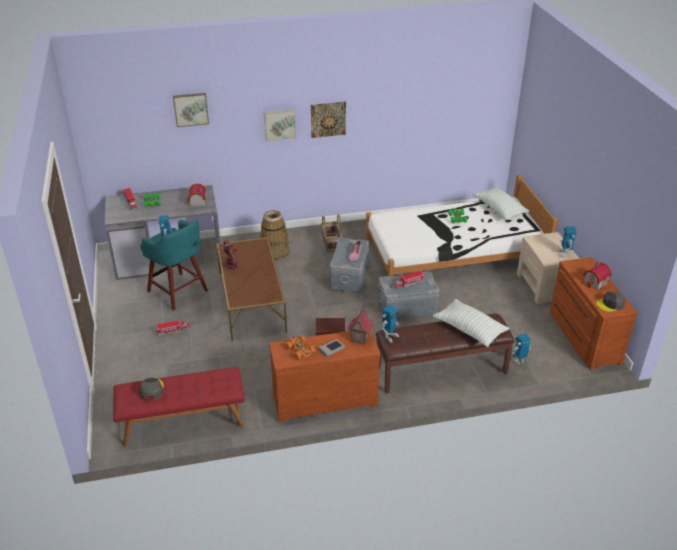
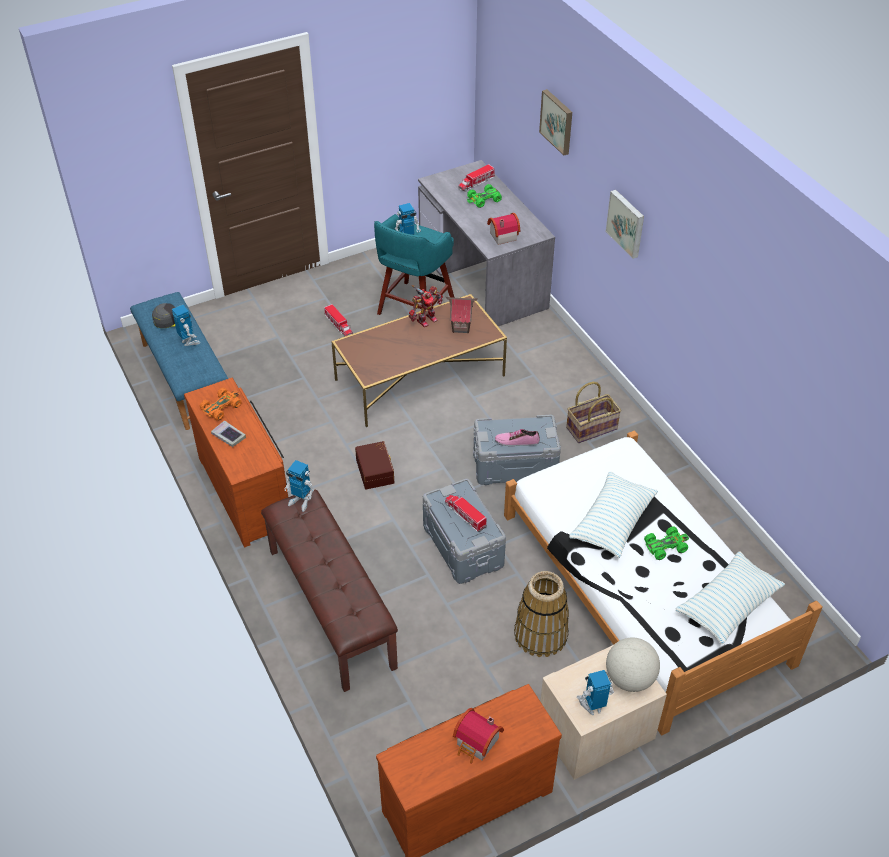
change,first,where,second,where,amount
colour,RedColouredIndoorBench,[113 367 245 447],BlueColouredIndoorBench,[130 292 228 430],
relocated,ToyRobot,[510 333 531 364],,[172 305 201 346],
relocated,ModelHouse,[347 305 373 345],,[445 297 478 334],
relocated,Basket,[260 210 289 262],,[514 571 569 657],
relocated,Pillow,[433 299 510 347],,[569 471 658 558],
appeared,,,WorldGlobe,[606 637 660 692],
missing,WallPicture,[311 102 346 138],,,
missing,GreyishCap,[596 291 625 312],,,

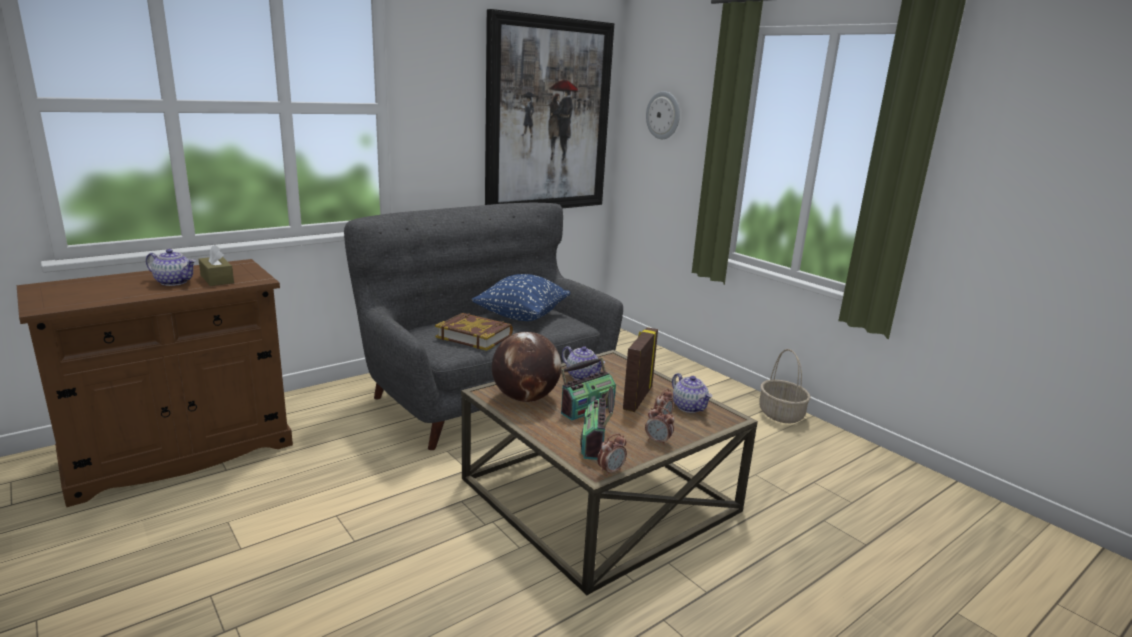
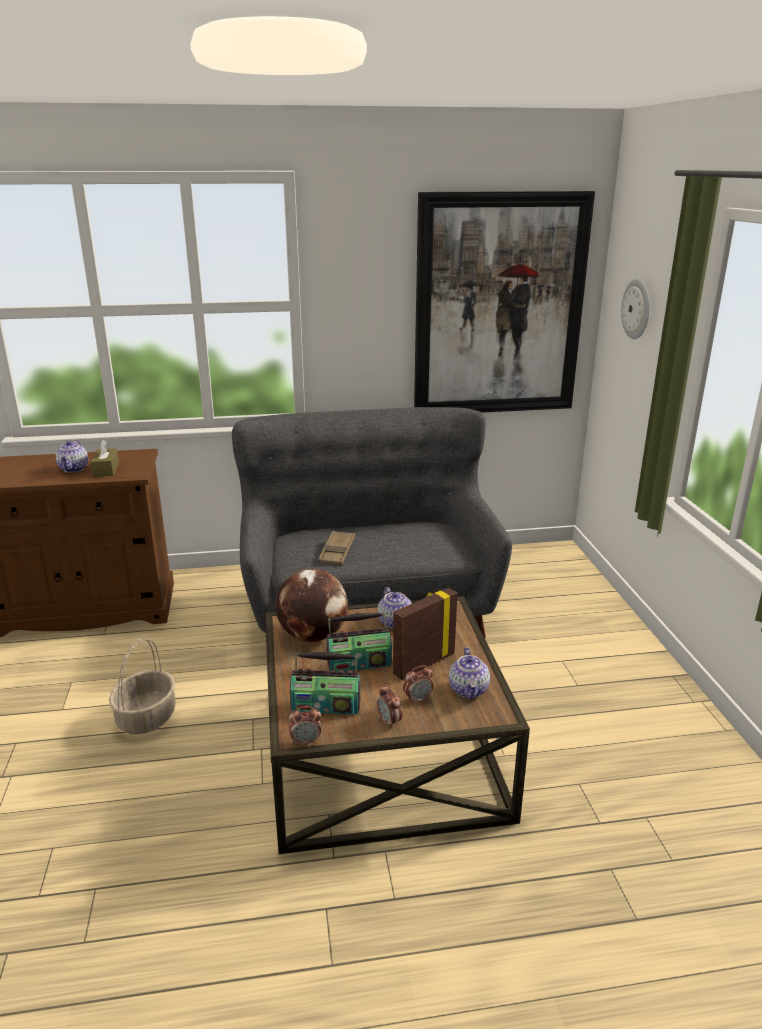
change,first,where,second,where,amount
spun,TeaPot,[146 249 196 286],,[56 440 88 473],45 degrees clockwise
relocated,Basket,[759 349 811 423],,[109 638 176 734],
spun,RadioSet,[580 386 615 460],,[290 652 361 714],120 degrees counterclockwise
exchanged,Volume,[435 313 513 351],BrownishTray,[318 531 355 565],
missing,BlueColouredPillow,[471 274 570 321],,,

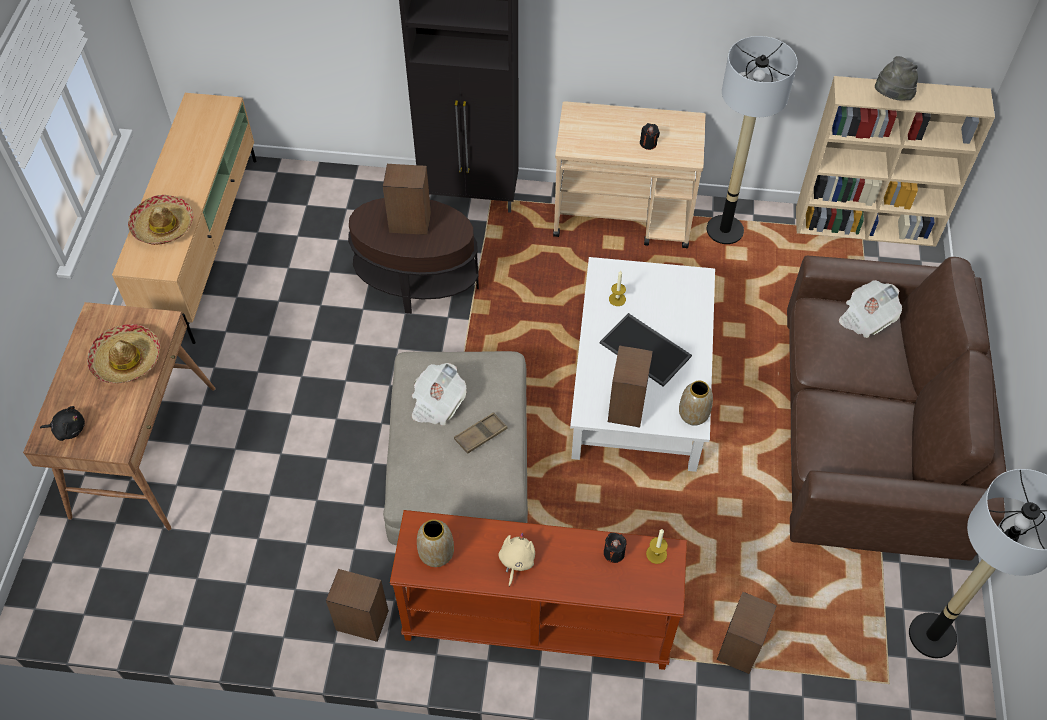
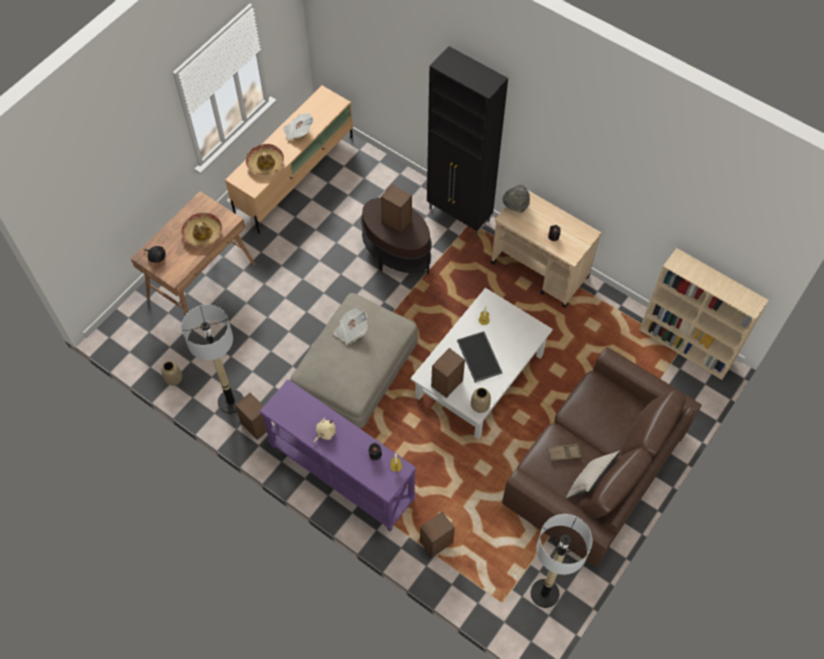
change,first,where,second,where,amount
relocated,FlowerVase,[417 519 454 567],,[161 362 182 386],
relocated,StandingLamp,[707 36 798 244],,[181 305 244 414],
colour,BrownishNarrowTable,[390 510 687 670],PurplishNarrowTable,[259 379 416 531],
relocated,PrintedPaper,[839 280 902 338],,[283 113 314 140],
relocated,GreyishClothingHat,[875 56 918 100],,[503 184 530 213],
relocated,BrownishTray,[454 412 508 454],,[547 444 582 461],
appeared,,,BeigePillow,[566 451 620 498],

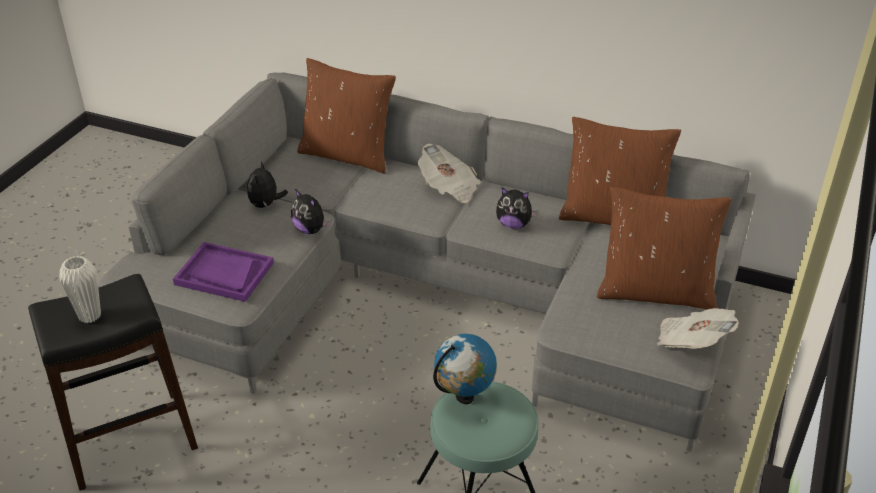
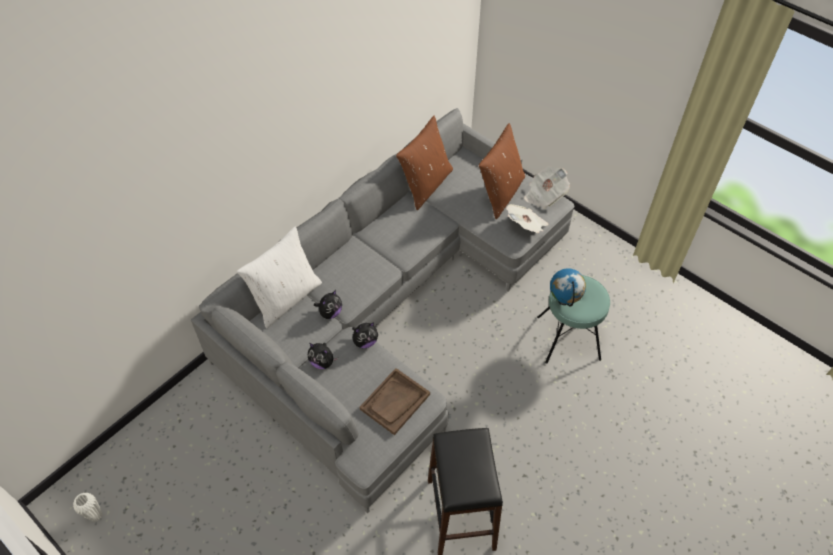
change,first,where,second,where,amount
relocated,WhiteColouredFlowerVase,[59 256 101 323],,[73 493 102 522],
colour,BrownishPillow,[297 58 396 173],WhiteColouredPillow,[237 227 322 328],
relocated,SoftToy,[496 187 537 229],,[314 290 342 319],
colour,PurplishTray,[173 242 274 302],BrownishTray,[360 368 430 435],
relocated,PrintedPaper,[418 143 481 203],,[506 204 549 233],

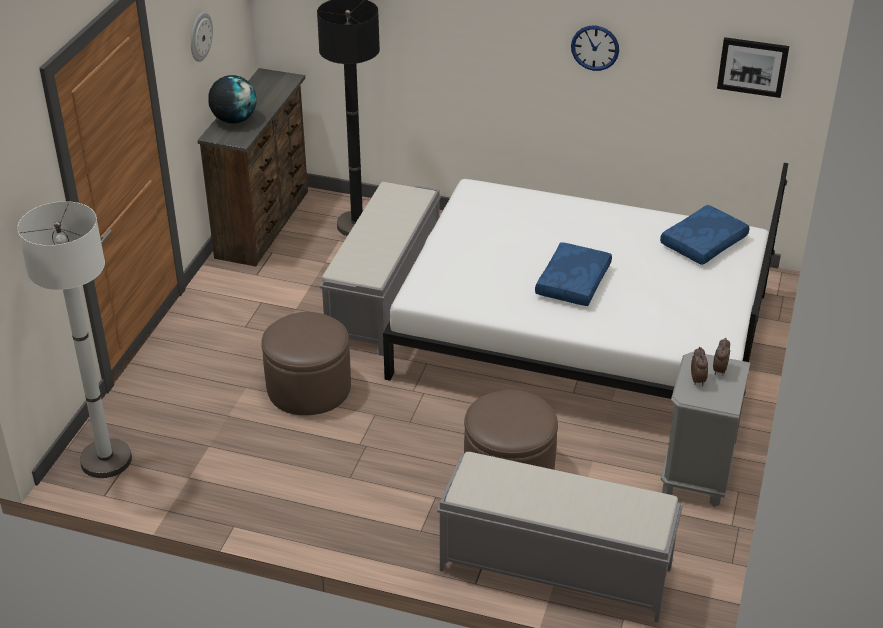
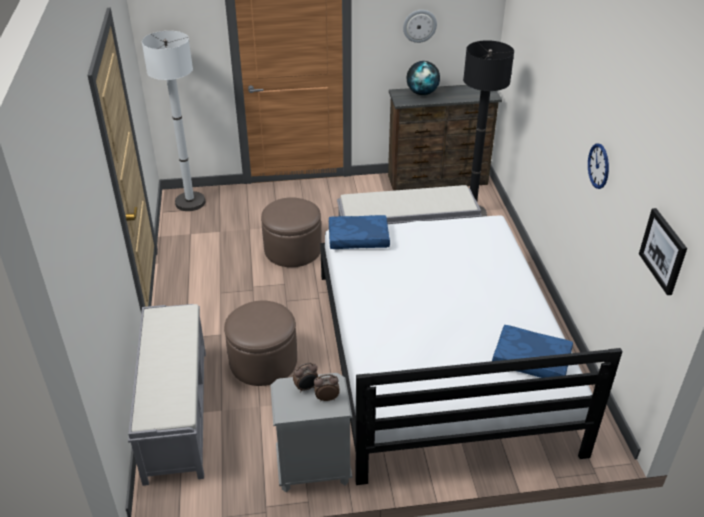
change,first,where,second,where,amount
relocated,BlueColouredPillow,[535 242 612 306],,[329 215 390 249],

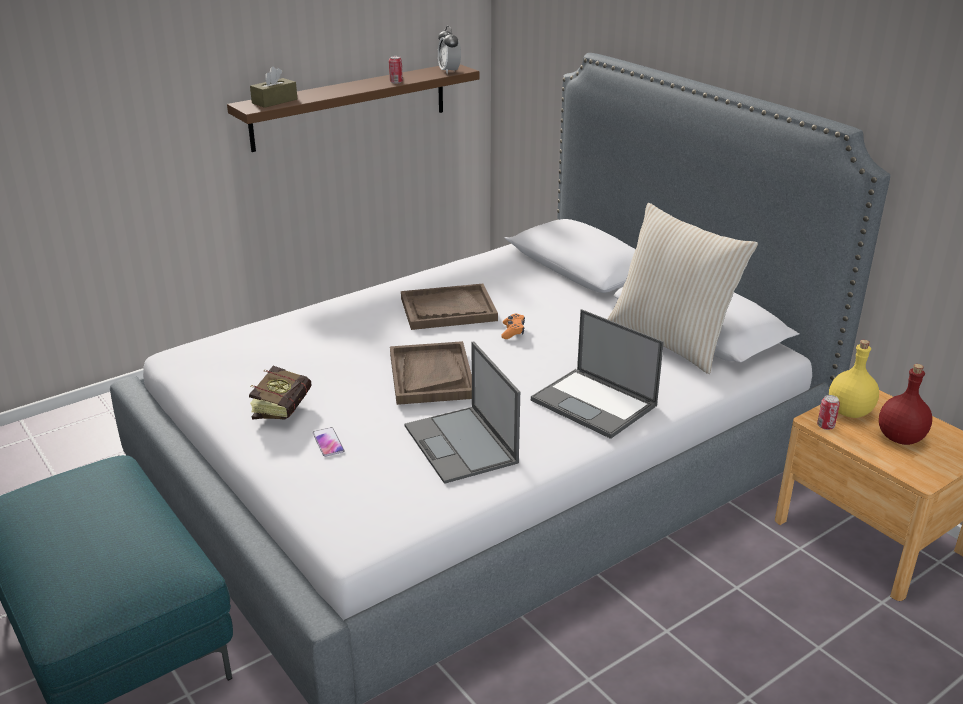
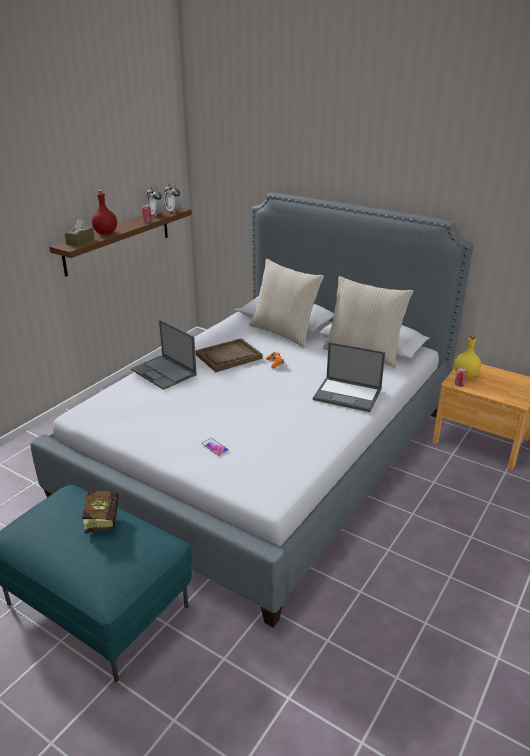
change,first,where,second,where,amount
relocated,Volume,[249 366 311 420],,[81 489 119 534],
relocated,RedColouredBeverageBottle,[879 364 932 445],,[92 190 117 235],
relocated,PortableComputer,[404 341 520 484],,[131 320 197 390],
appeared,,,AlarmClock,[147 186 164 216],
appeared,,,BeigePillow,[249 259 324 348],
missing,BrownishTray,[390 341 472 405],,,

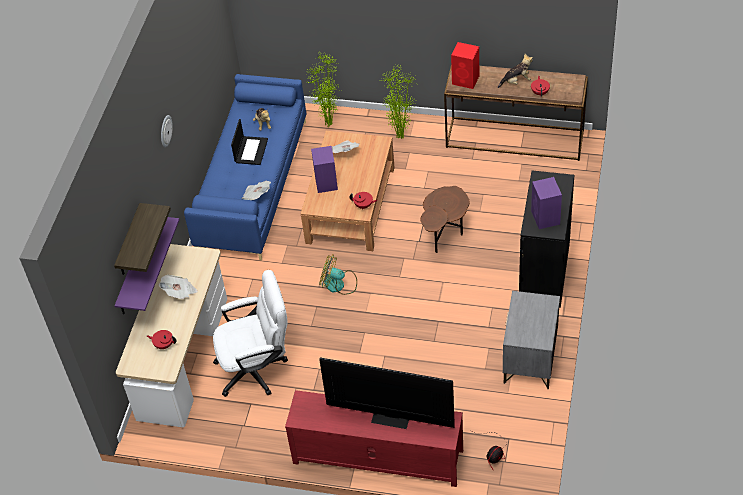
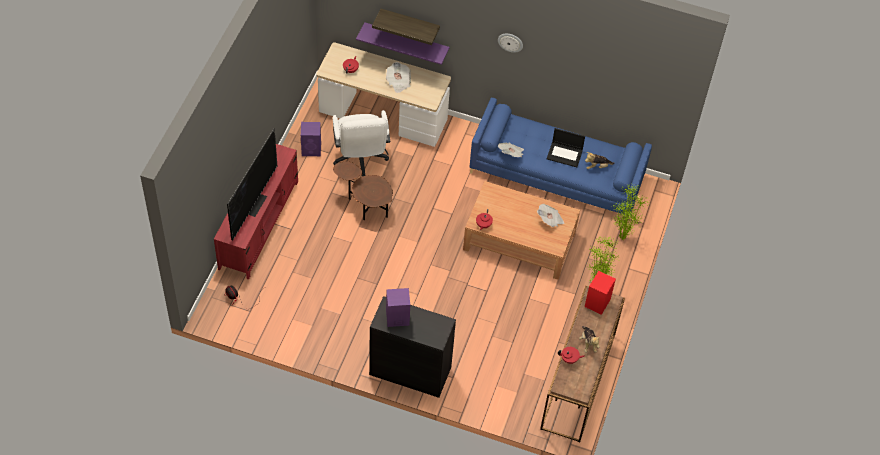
change,first,where,second,where,amount
relocated,PurplishLoudspeaker,[311 146 338 193],,[301 122 321 156],
relocated,BrownishEndTable,[420 186 470 253],,[333 161 393 220],
missing,CoolingFan,[319 255 357 295],,,
missing,GreyishBedsideTable,[503 291 560 389],,,

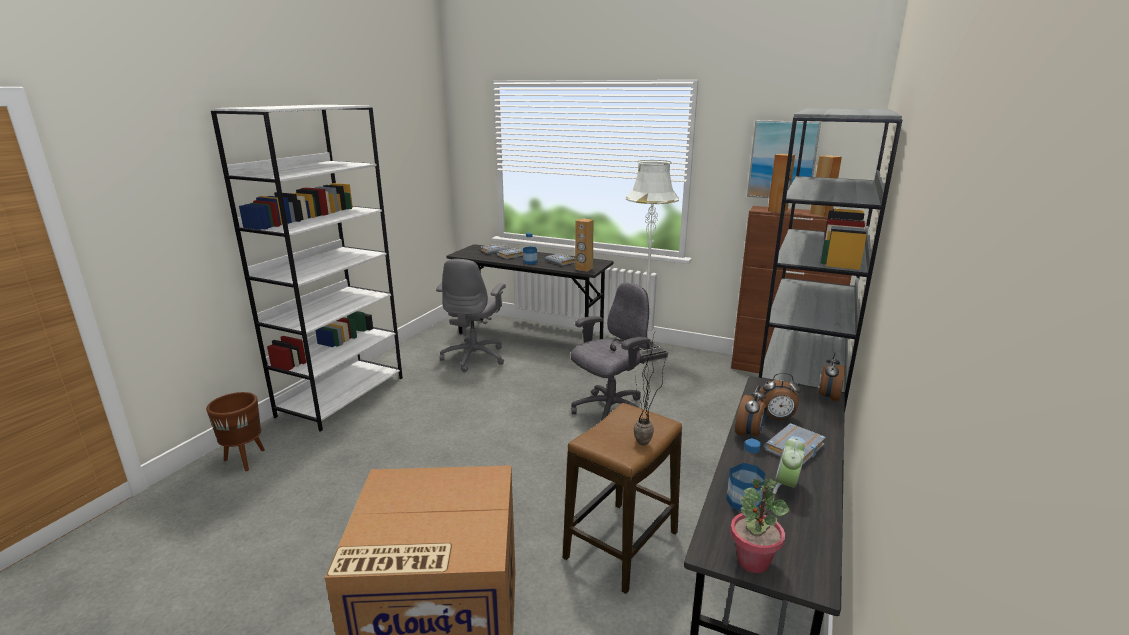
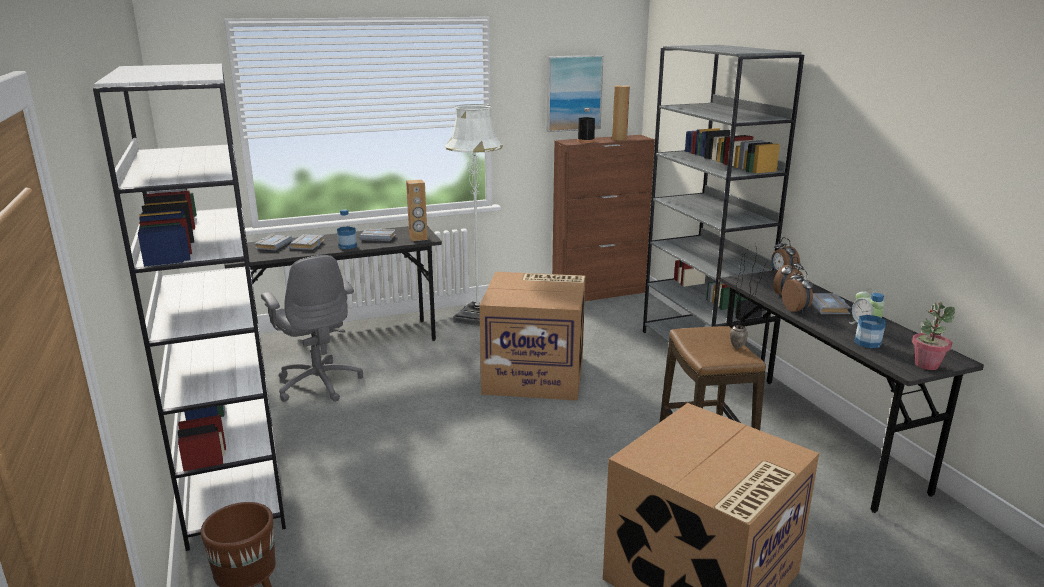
change,first,where,second,where,amount
exchanged,GreyishOfficeChair,[571 283 650 421],Carton,[479 272 585 401],
exchanged,BrownishLoudspeaker,[768 154 795 213],BlackColouredBeverageBottle,[578 108 595 143],

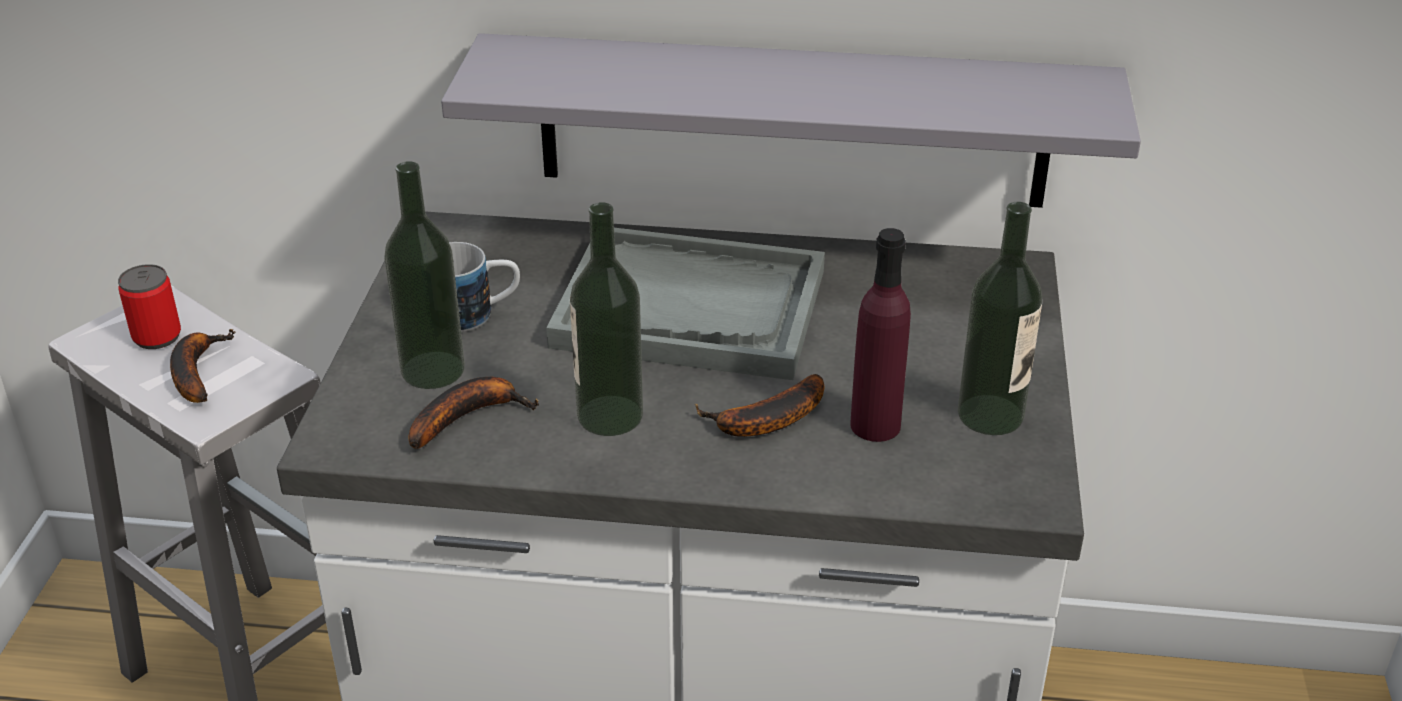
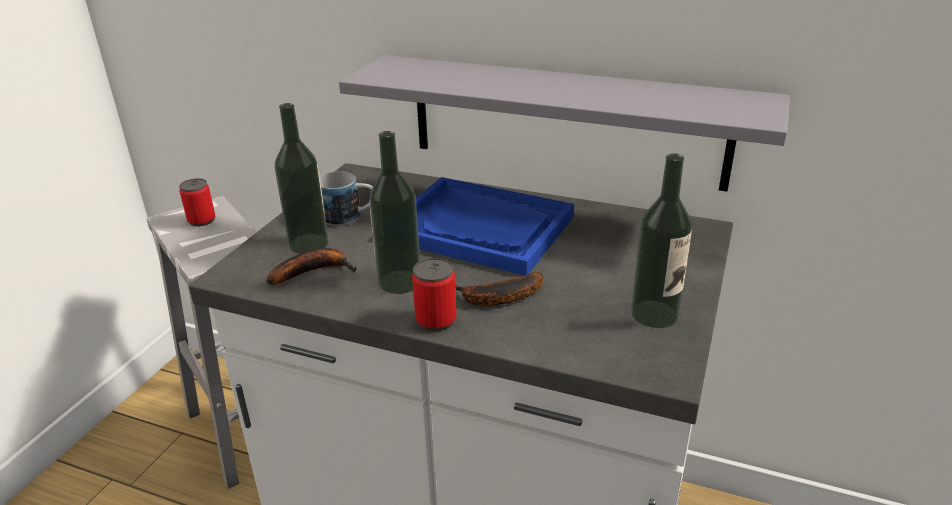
change,first,where,second,where,amount
appeared,,,Can,[412 258 457 331],
colour,GreyishTray,[546 228 825 380],BlueColouredTray,[416 177 574 275],
missing,BananaFruit,[170 329 236 403],,,
missing,PurplishBeverageBottle,[850 228 911 442],,,

